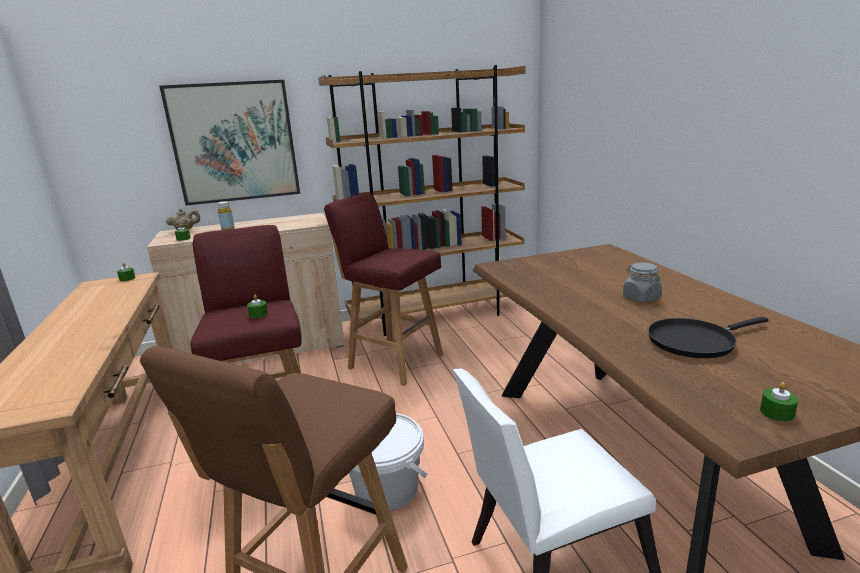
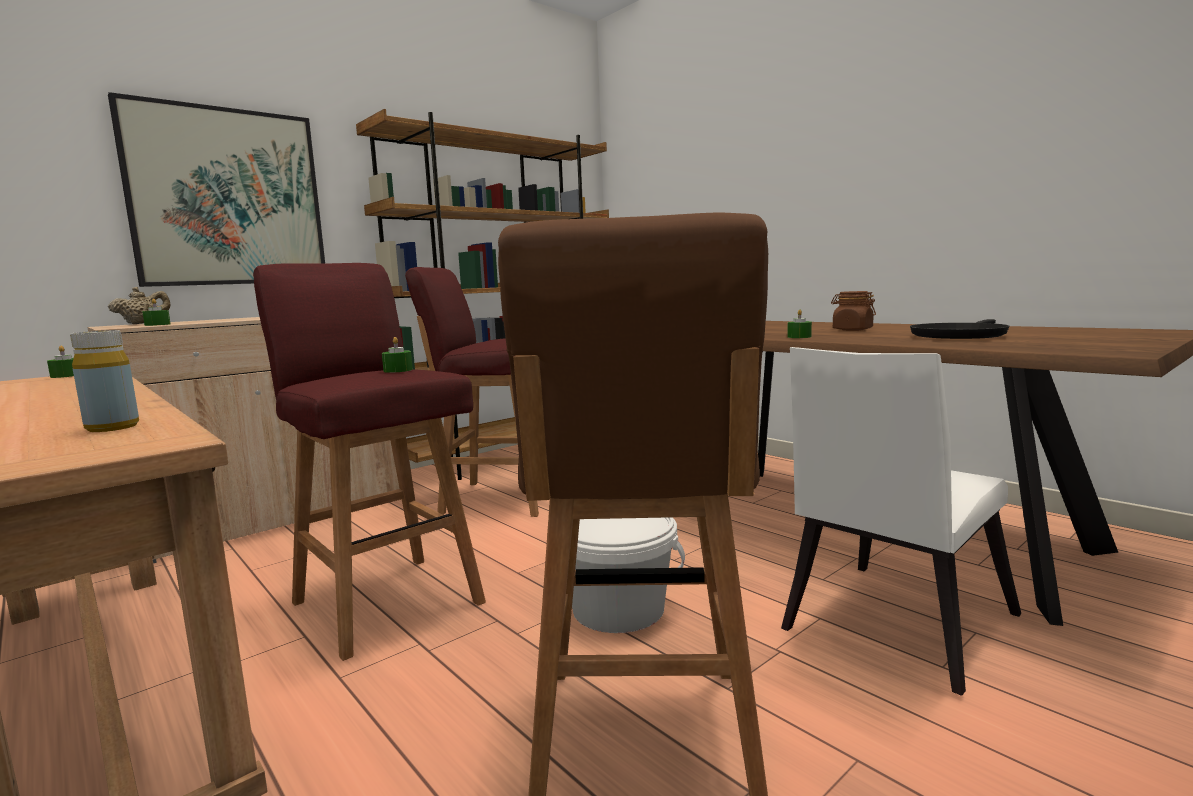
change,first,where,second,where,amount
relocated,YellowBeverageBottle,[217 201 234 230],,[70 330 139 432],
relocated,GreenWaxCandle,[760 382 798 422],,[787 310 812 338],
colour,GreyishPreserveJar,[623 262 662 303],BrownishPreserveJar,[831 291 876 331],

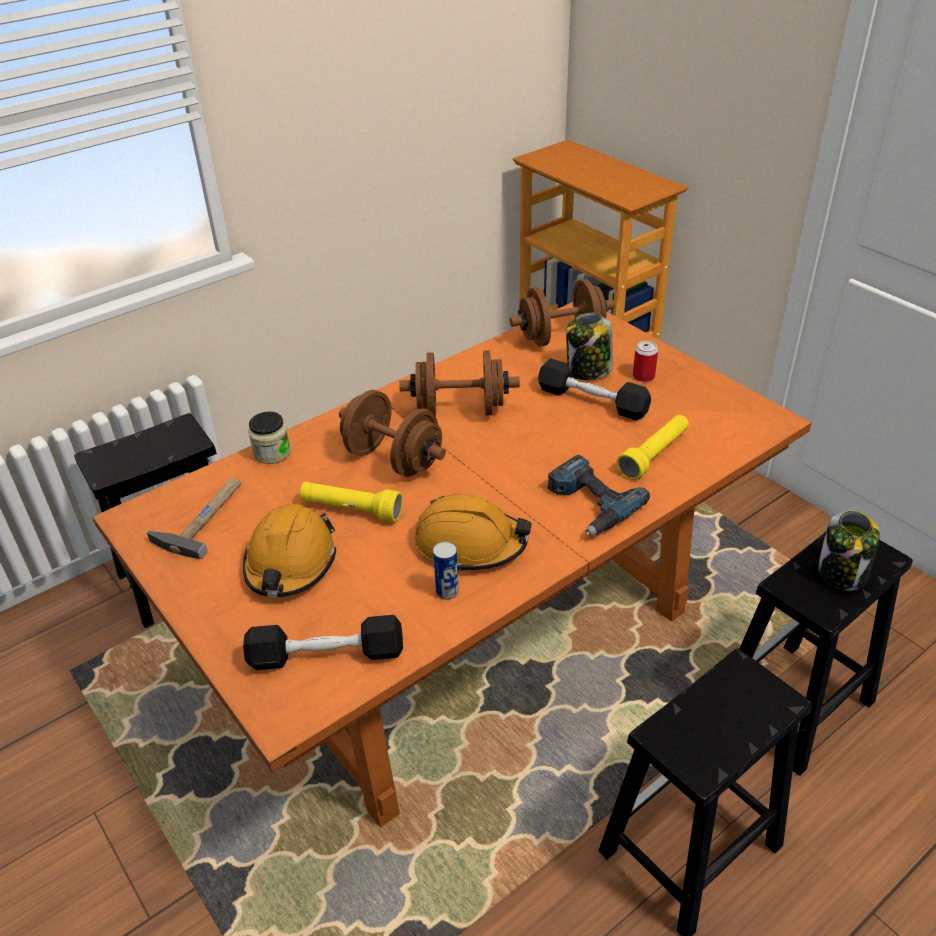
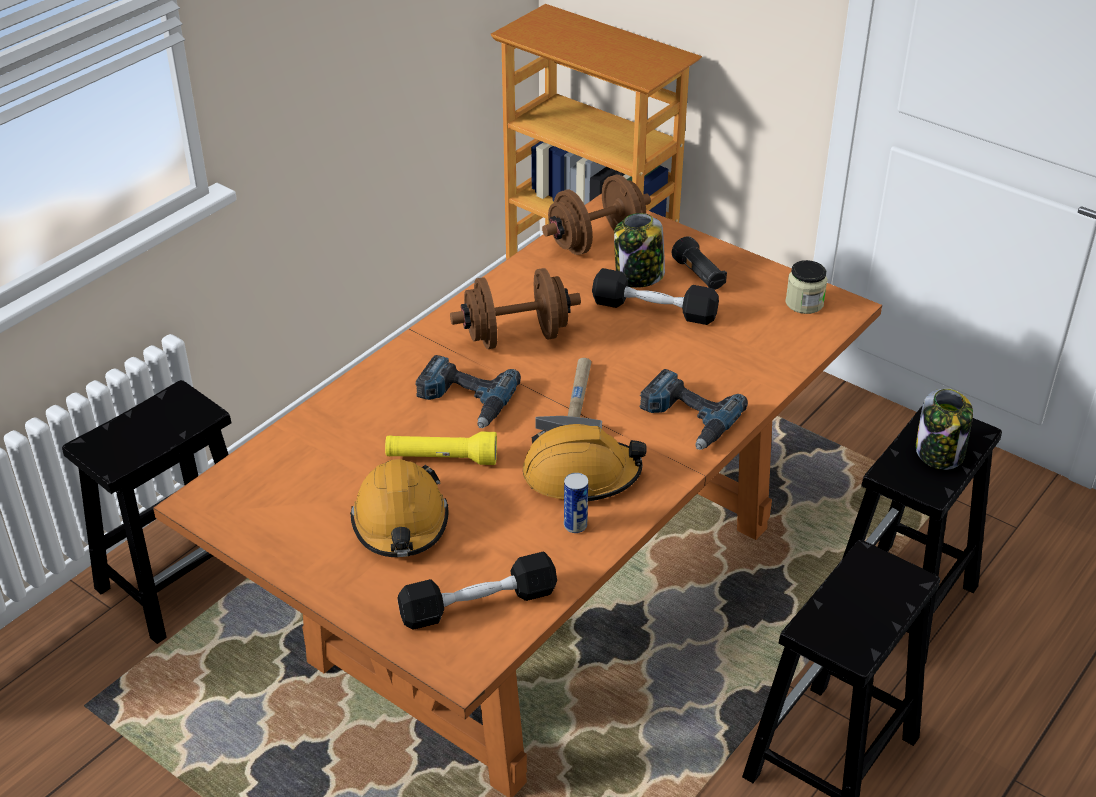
change,first,where,second,where,amount
exchanged,BrownishFreeWeight,[339 390 446 477],PowerDrill,[415 355 521 428],
relocated,HandHammer,[147 478 241 559],,[535 358 602 431],
exchanged,Can,[633 341 658 382],BlackColouredHandTorch,[672 236 727 290],
relocated,PreserveJar,[248 411 291 464],,[785 260 827 314],
missing,YellowHandTorch,[617 415 689 480],,,

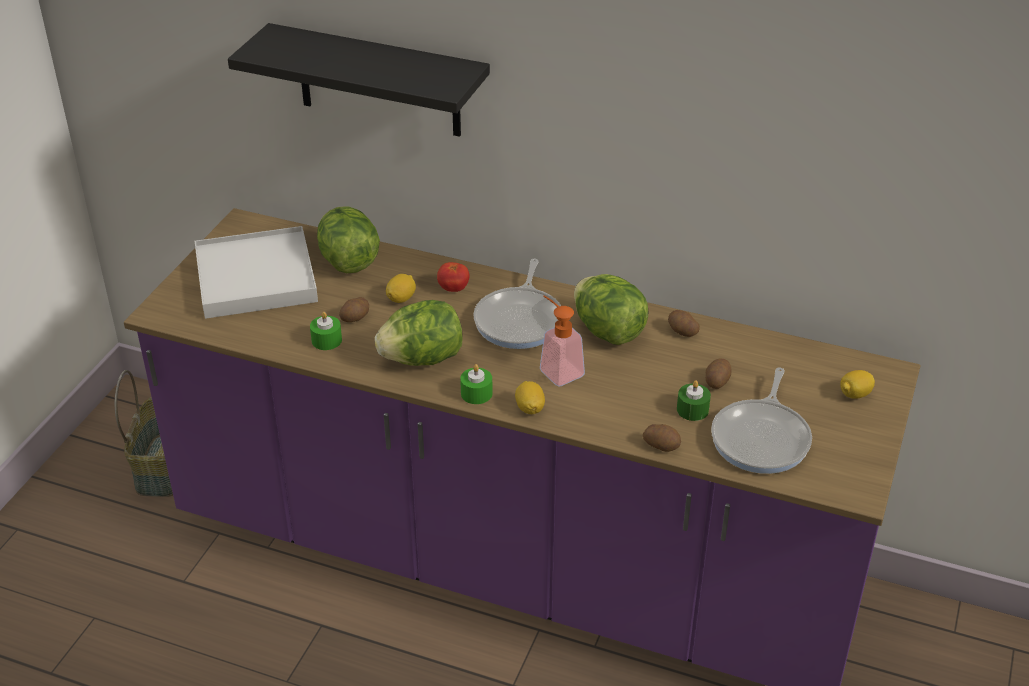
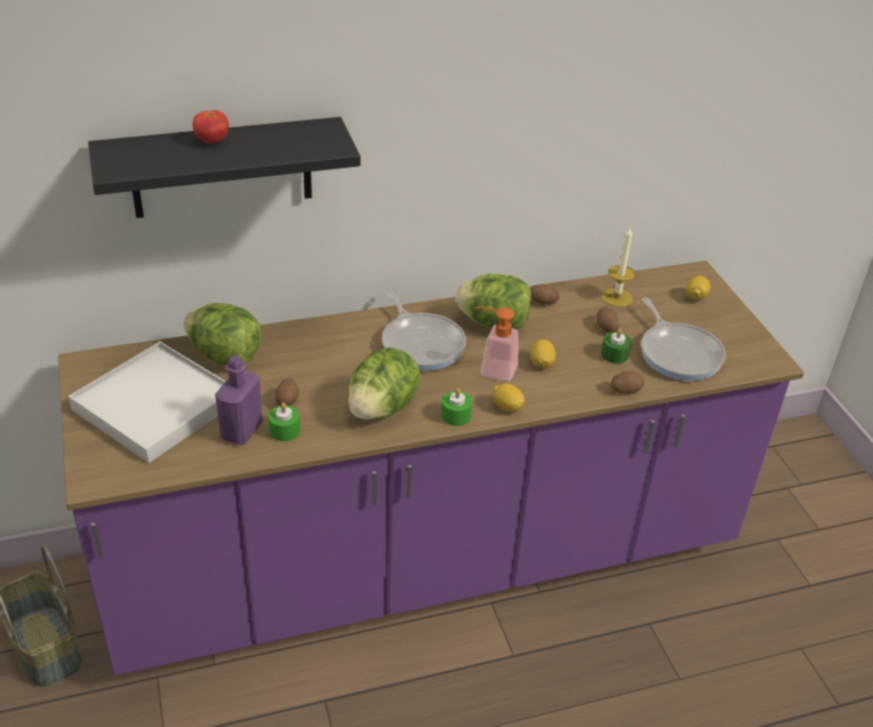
change,first,where,second,where,amount
relocated,WholeTomato,[437 262 470 292],,[193 110 229 144],
appeared,,,PurplishBeverageBottle,[215 356 263 445],
relocated,CitrusFruit,[386 274 416 303],,[530 339 556 368],
appeared,,,WaxCandle,[602 226 635 307],

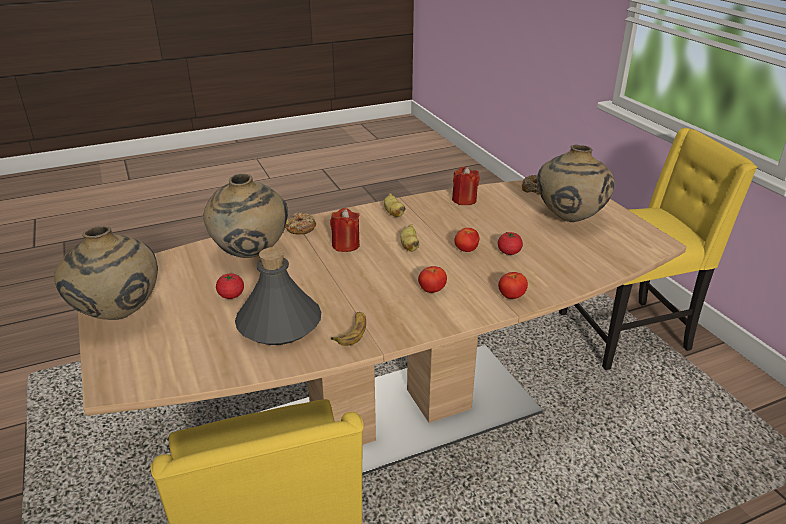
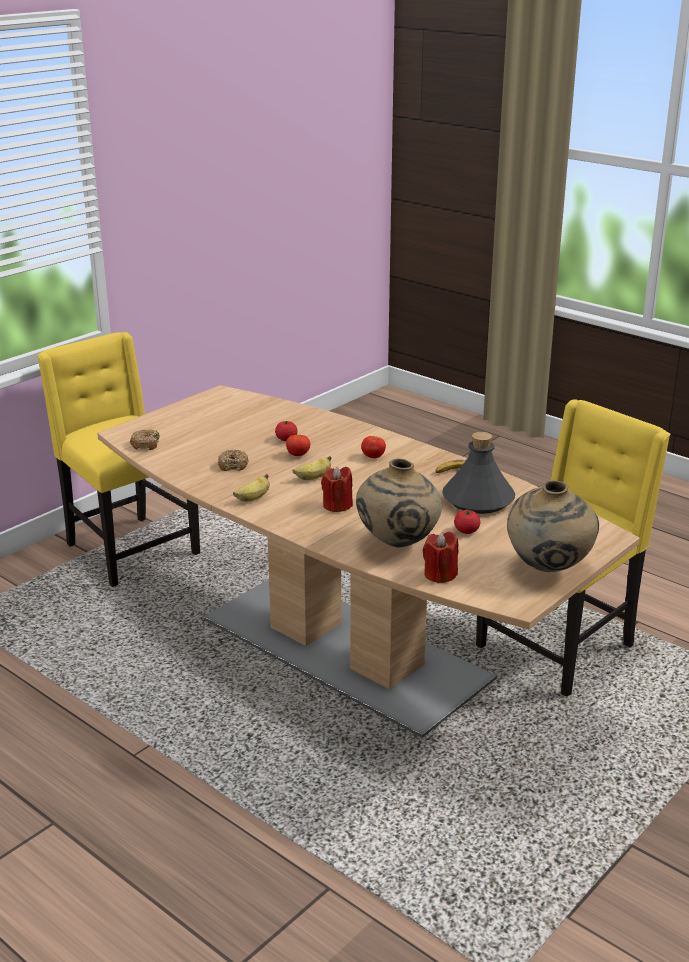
change,first,where,second,where,amount
relocated,Doughnut,[285 212 316 235],,[218 450 249 471],
relocated,RedColouredWaxCandle,[452 167 480 205],,[423 532 458 583],
missing,WholeTomato,[498 272 528 299],,,
missing,BeigeFlowerVase,[537 145 615 222],,,

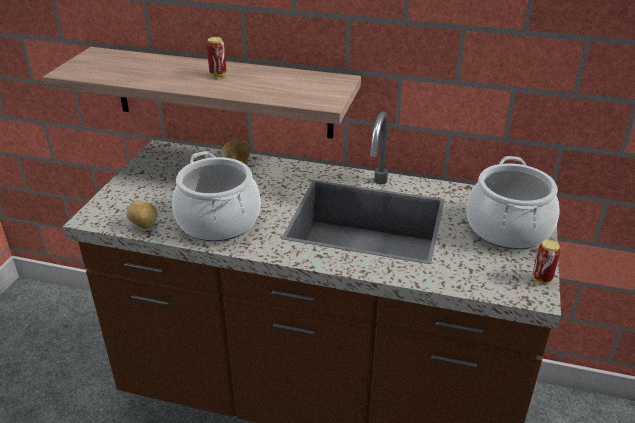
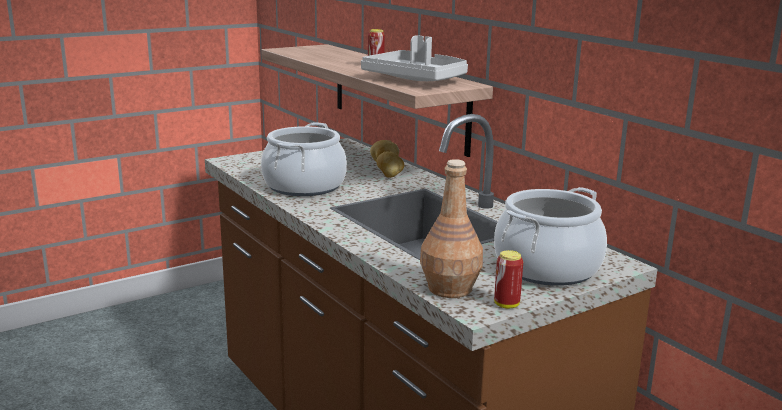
change,first,where,second,where,amount
appeared,,,GreyishTray,[361 35 468 81],
relocated,WholePotato,[126 201 157 229],,[376 151 404 178],
appeared,,,BrownishBeverageBottle,[420 159 483 298],

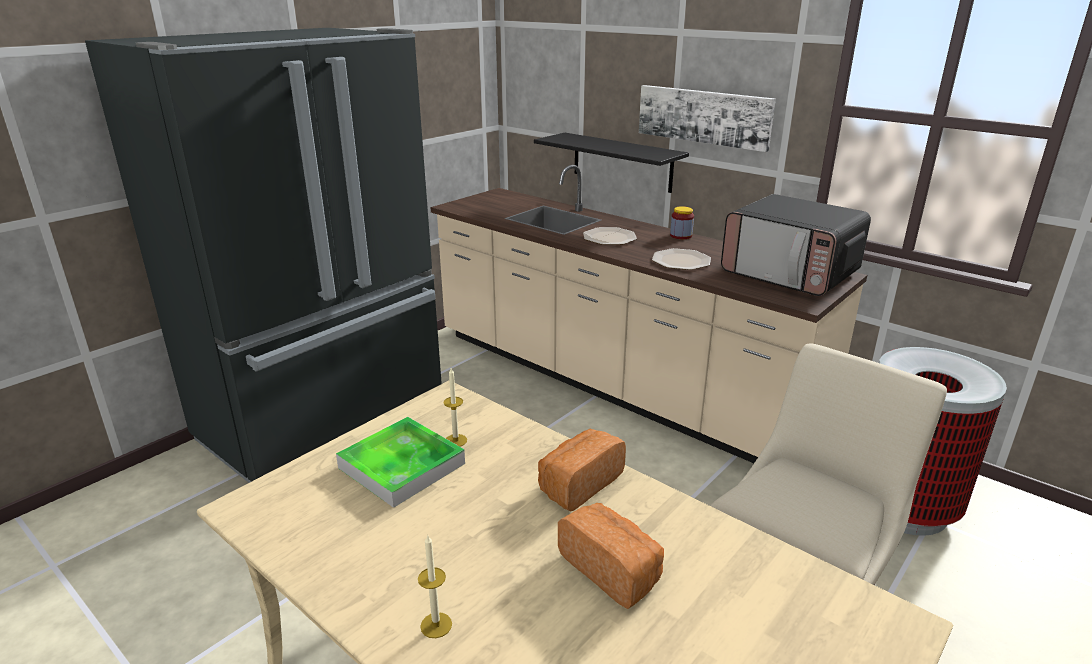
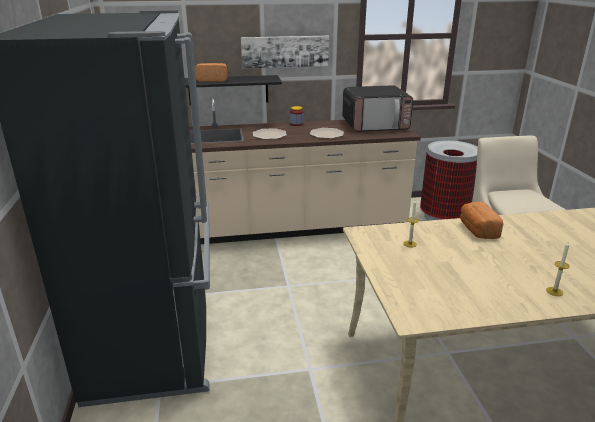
change,first,where,second,where,amount
relocated,BakeryBread,[558 503 664 609],,[195 63 227 81],
missing,Tray,[336 417 465 508],,,

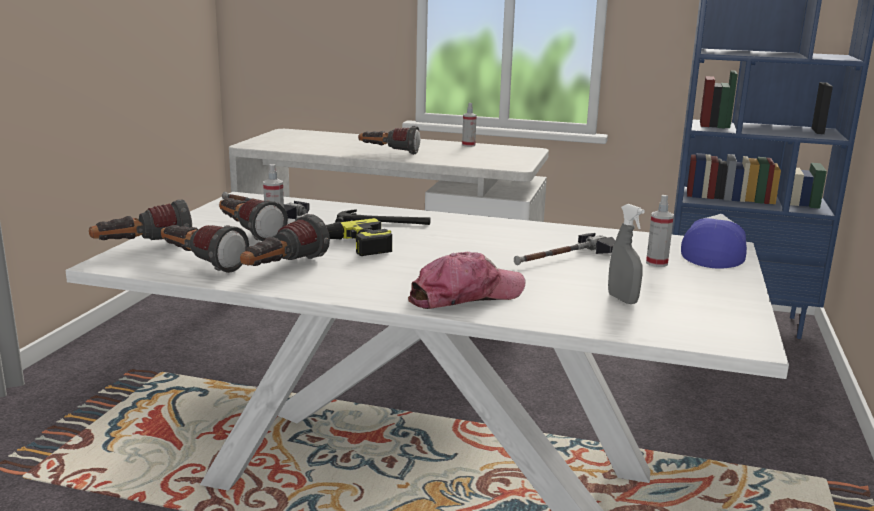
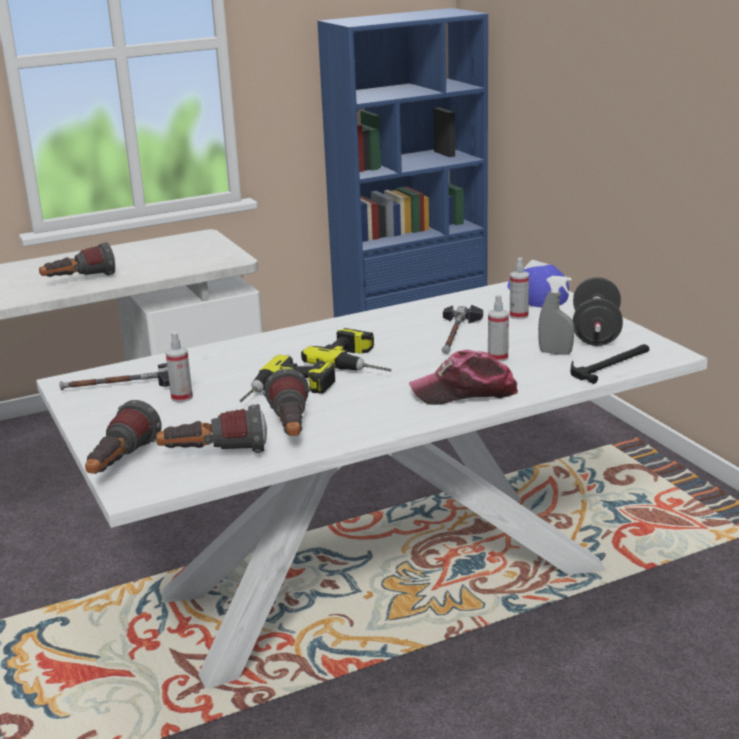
change,first,where,second,where,amount
appeared,,,PowerDrill,[301 328 391 372],
spun,Cap,[408 252 525 309],,[409 350 518 405],120 degrees counterclockwise
relocated,Sprayer,[462 103 477 147],,[488 295 509 362],
relocated,HandHammer,[335 209 431 225],,[571 344 649 384],
appeared,,,BlackColouredFreeWeight,[573 277 623 346],
missing,HandTorch,[219 198 288 241],,,

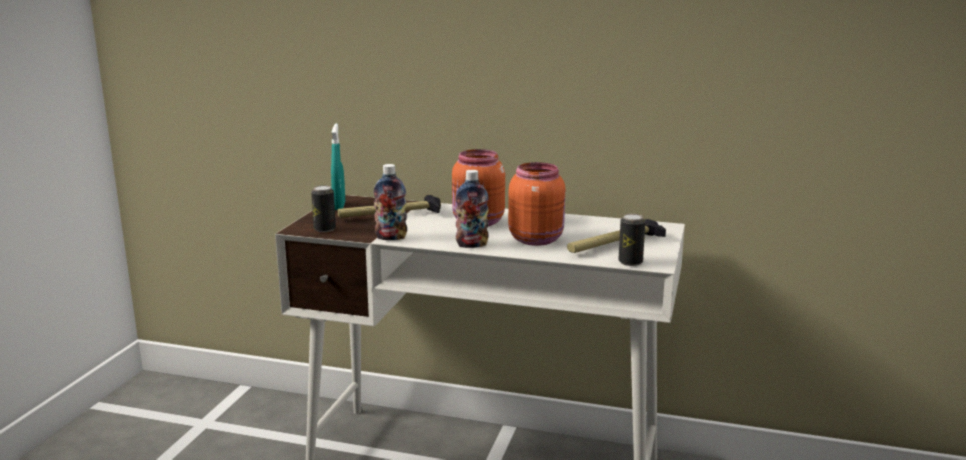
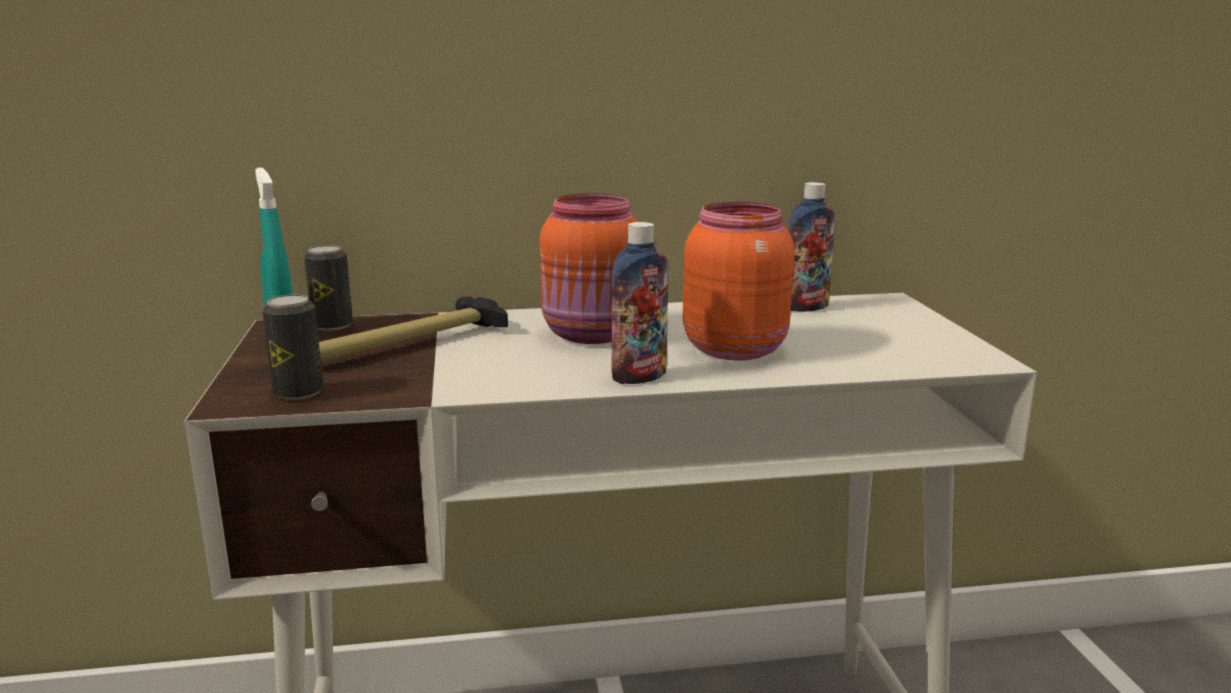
change,first,where,second,where,amount
relocated,Can,[618 214 646 266],,[304 245 353 331],
relocated,BeverageBottle,[373 164 407 240],,[789 182 835 312],
missing,HandHammer,[567 219 666 253],,,

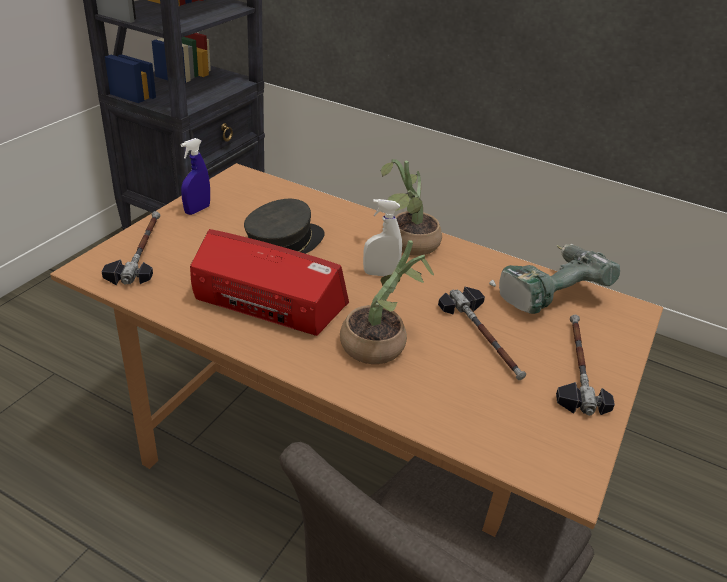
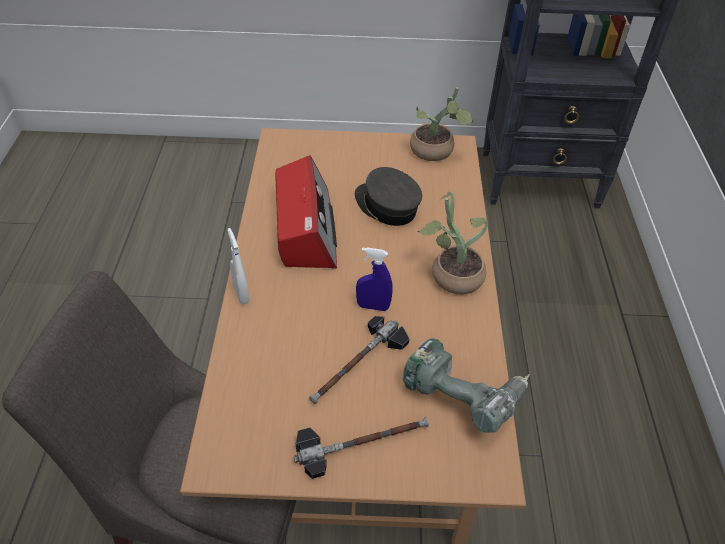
change,first,where,second,where,amount
relocated,WhiteColouredSprayer,[363 199 402 276],,[227 228 250 304],
spun,GreyishCap,[244 199 325 254],,[355 167 422 226],150 degrees counterclockwise
relocated,BlueColouredSprayer,[181 138 210 215],,[356 247 393 311],
relocated,Houseplant,[340 241 434 364],,[410 87 473 161],
missing,HandHammer,[101 211 160 285],,,

